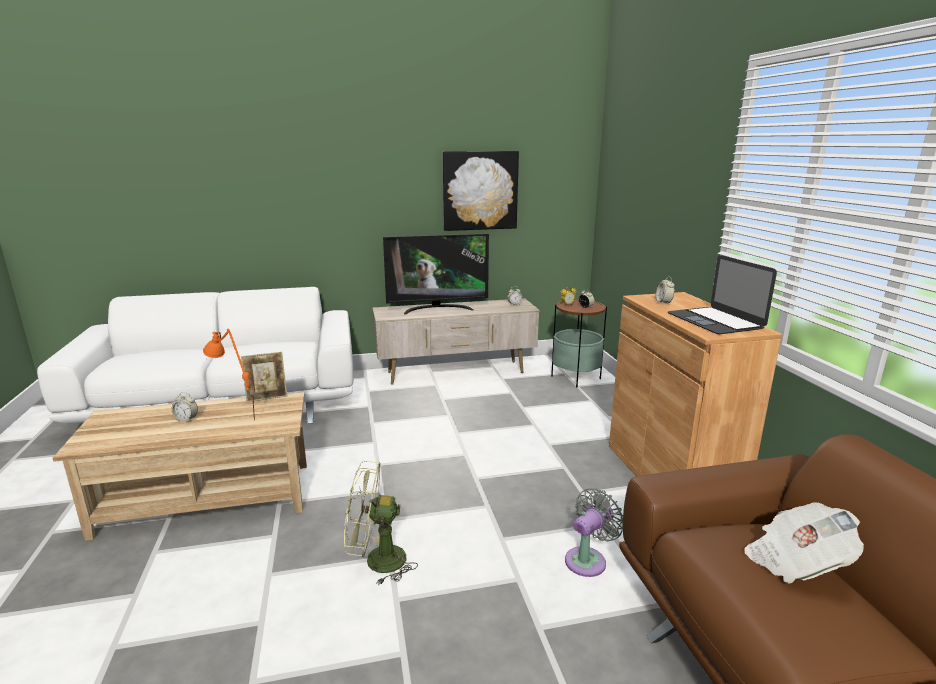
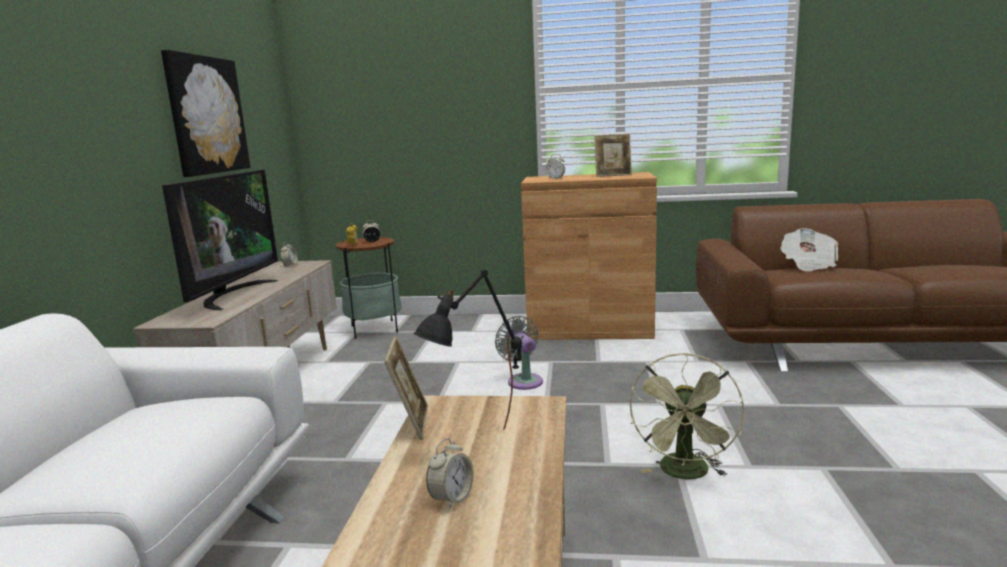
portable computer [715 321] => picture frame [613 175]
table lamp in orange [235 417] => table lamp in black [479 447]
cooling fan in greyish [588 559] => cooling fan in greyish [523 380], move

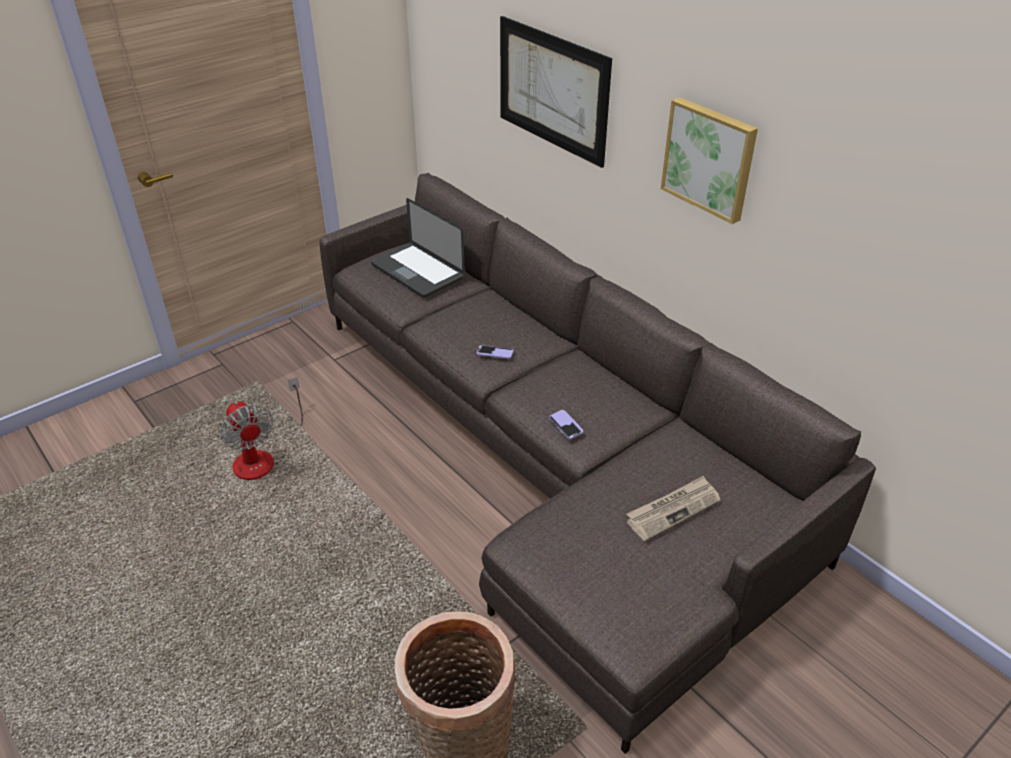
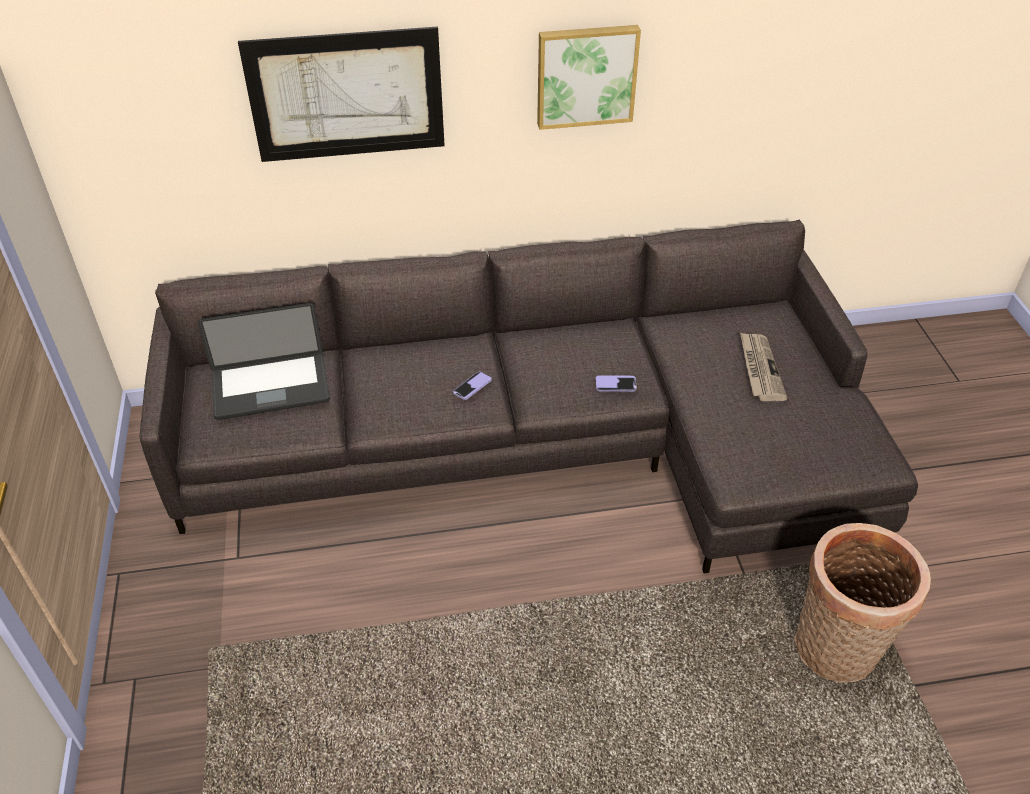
cooling fan [262 456] => nothing

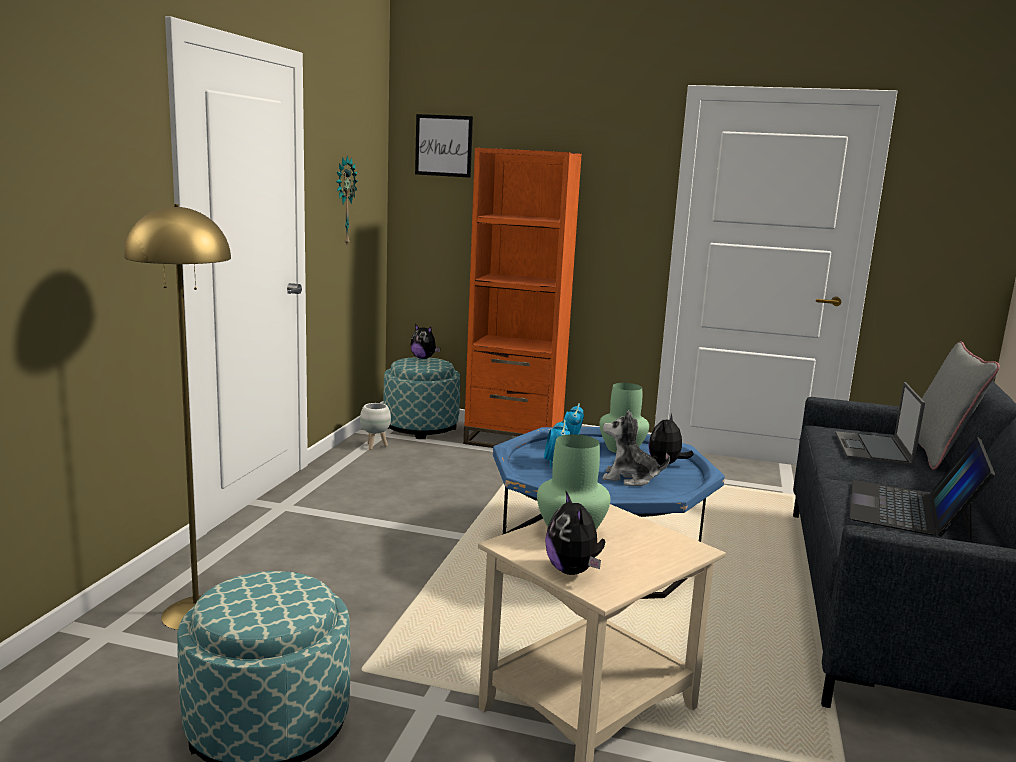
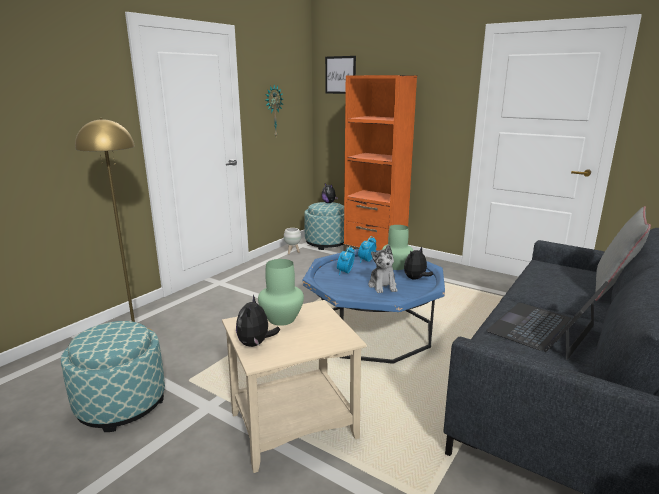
portable computer [873 449] => nothing
plush toy [629 478] => plush toy [383 286], 135 degrees counterclockwise

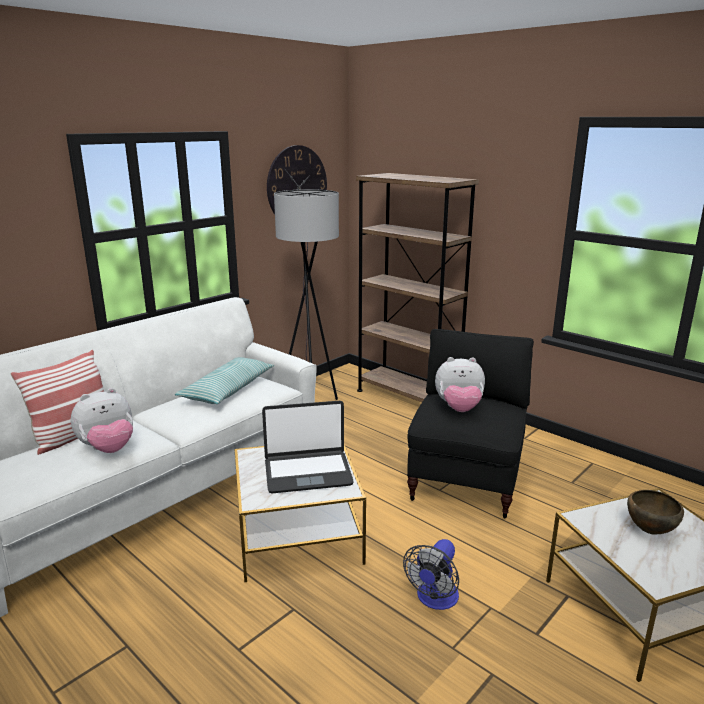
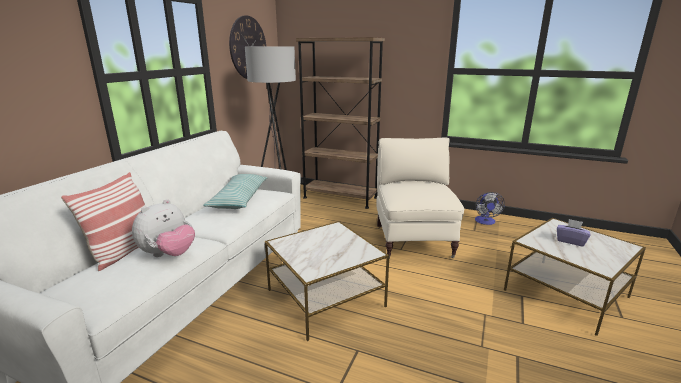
easy chair in black [467 479] => easy chair in beige-coloured [413 239]
plush toy [459 408] => nothing
portable computer [307 472] => nothing
bowl in brown [649 531] => box of tissues in purple-coloured [570 241]
cooling fan [435 599] => cooling fan [485 222], move

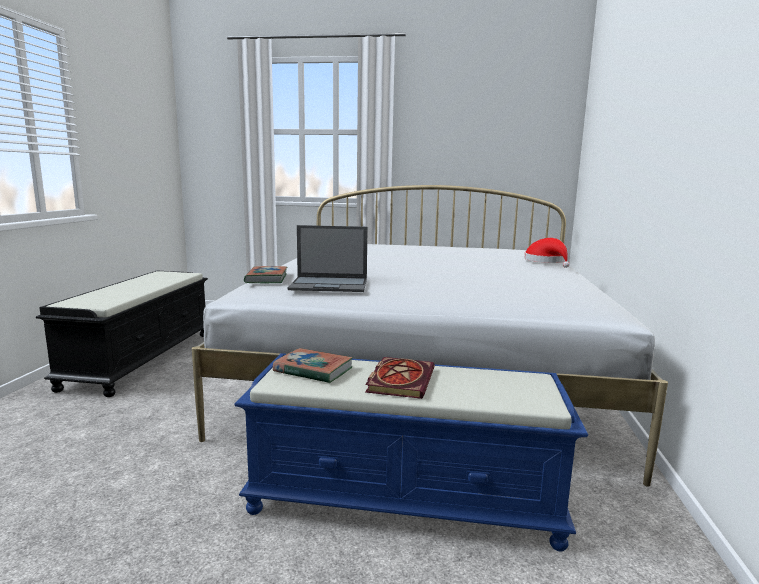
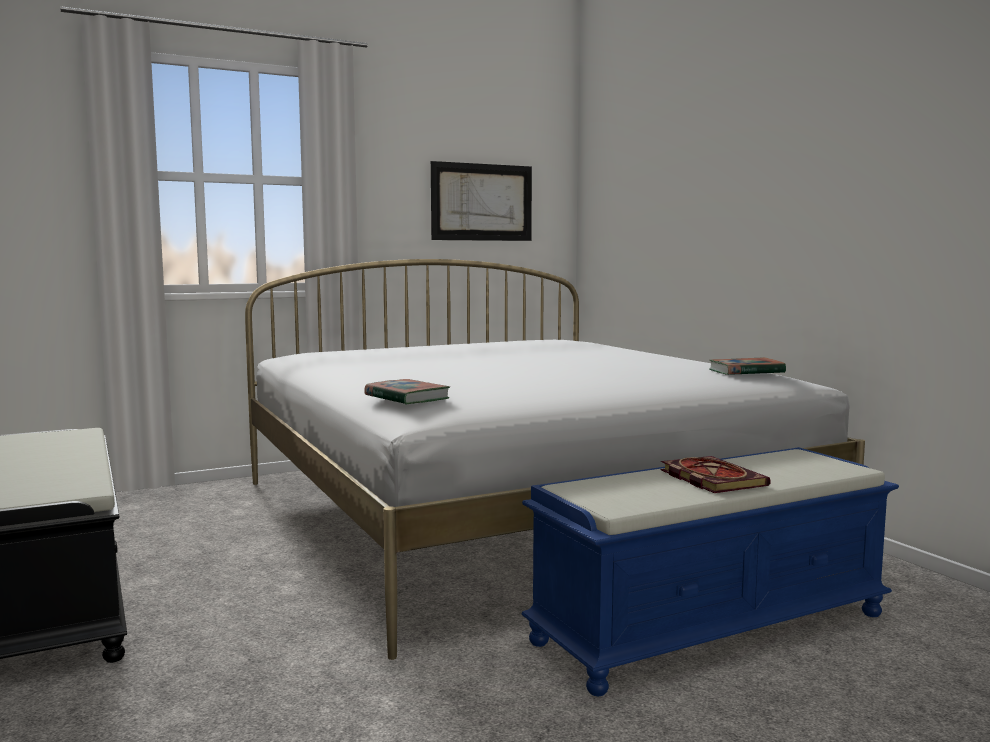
portable computer [330 285] => nothing
hat in red [546 261] => nothing
book [313 370] => book [746 371], move
nothing => picture [482 202]

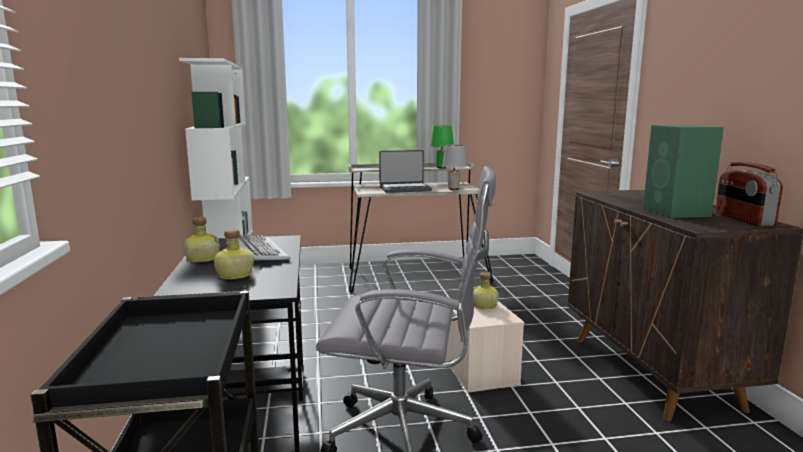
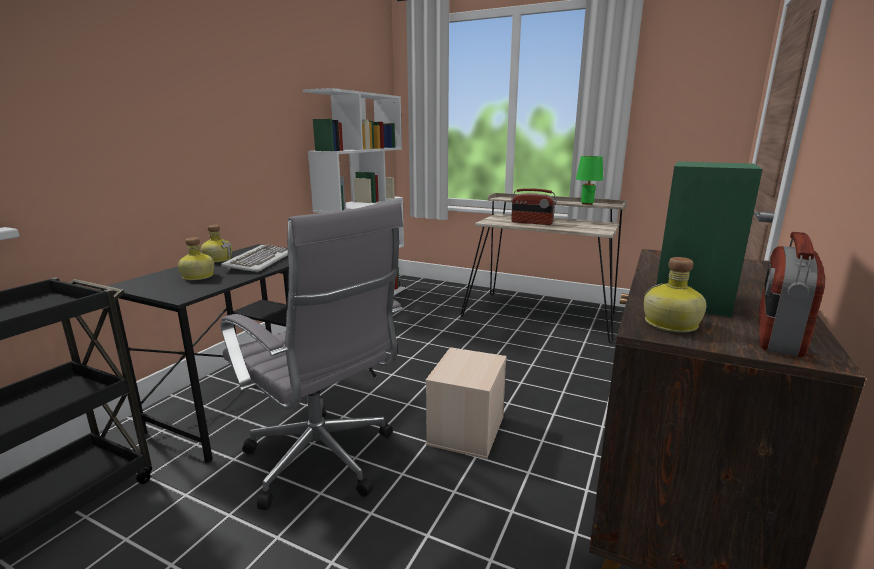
table lamp in greyish [453 189] => nothing
portable computer [405 189] => radio [532 223]
drink bottle [484 305] => drink bottle [671 324], move

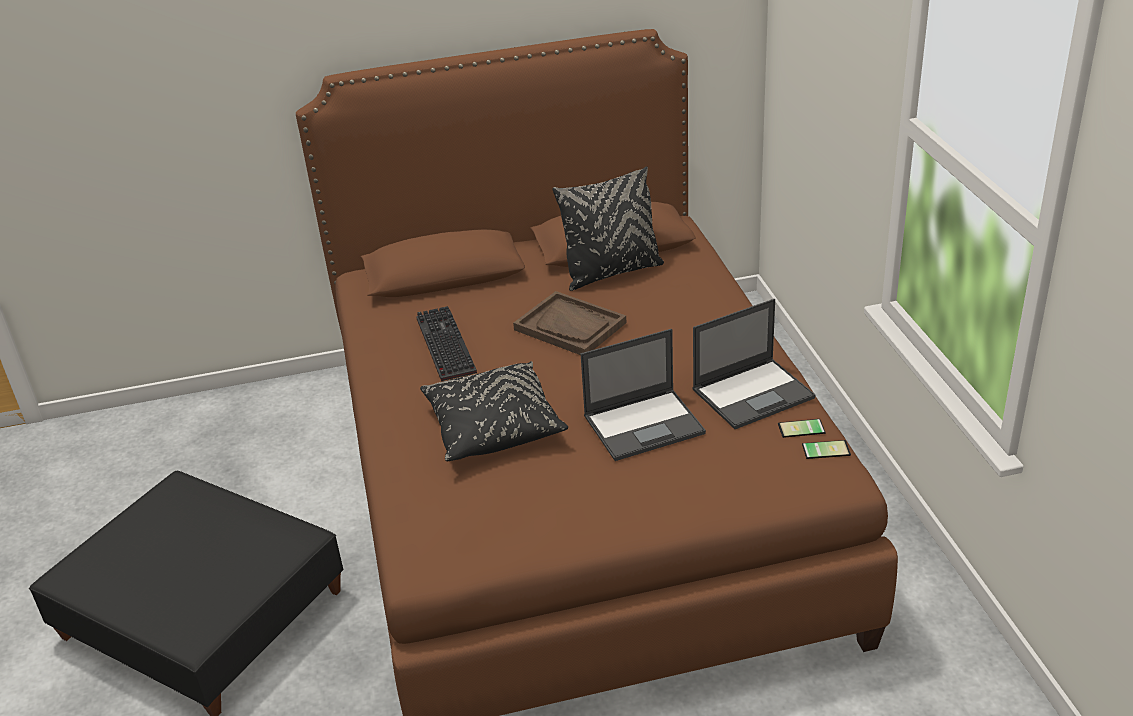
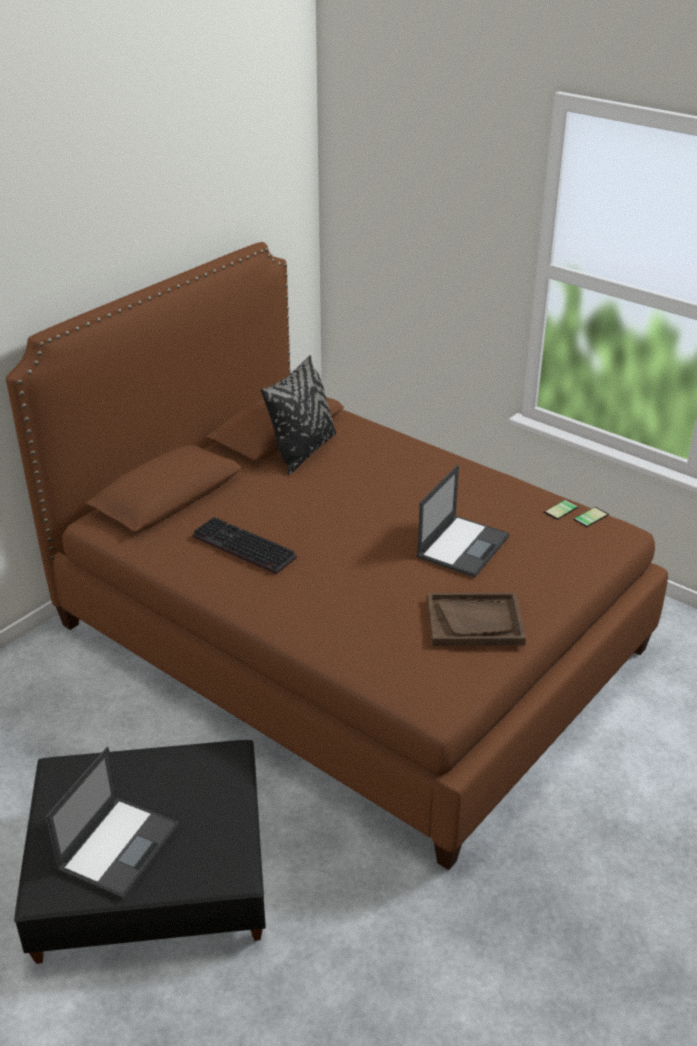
tray in brown [570 326] => tray in brown [475 621], move
portable computer [754 393] => portable computer [119 846], move
throw pillow in black [493 427] => nothing

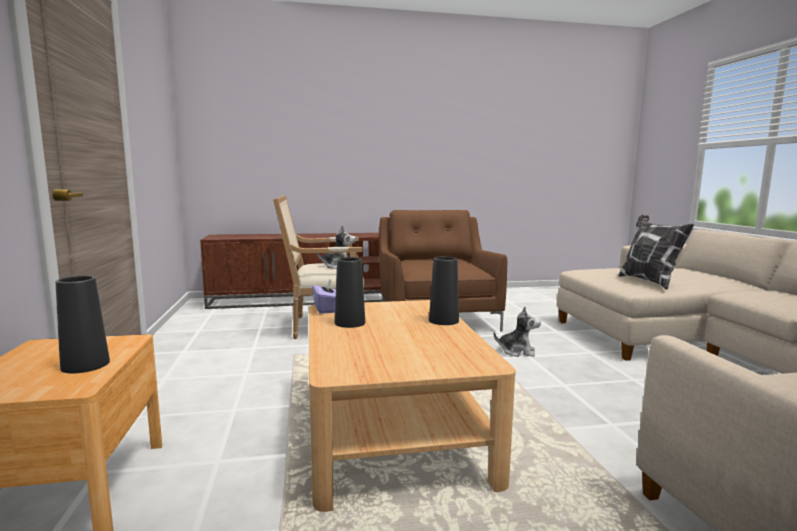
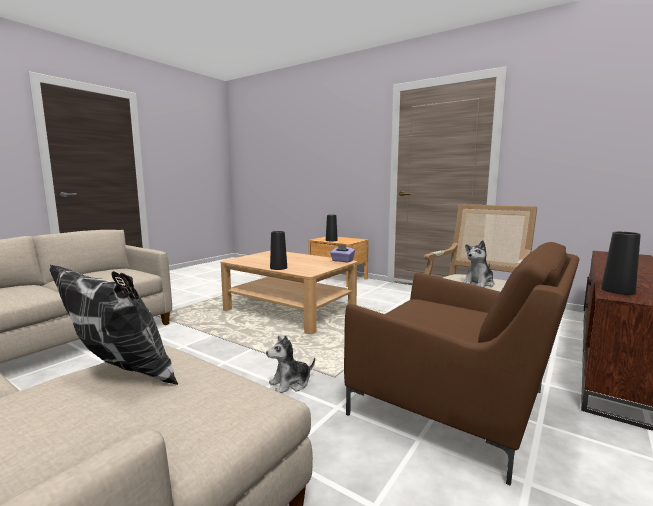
flower vase in black [350 323] => flower vase in black [617 290], move

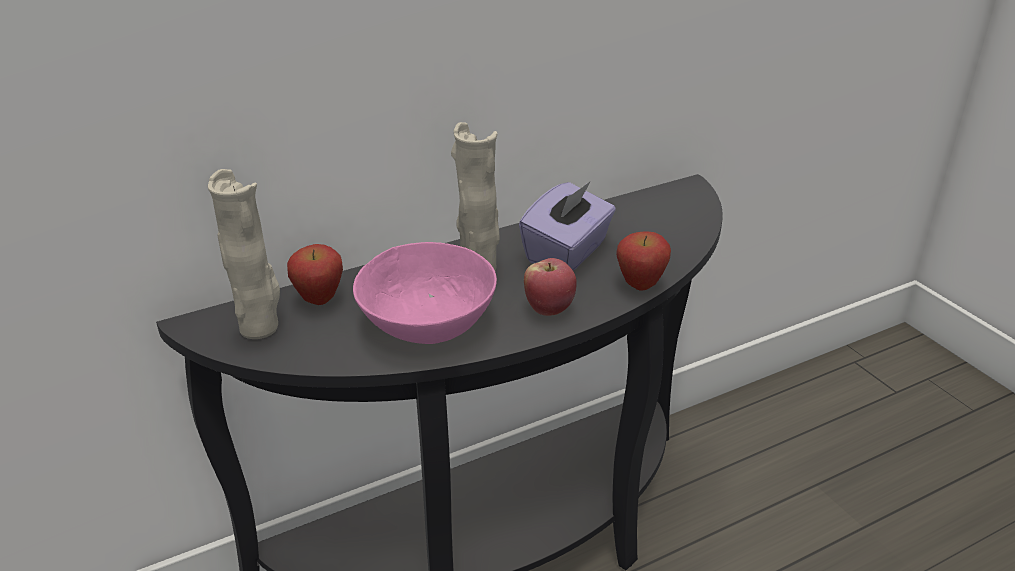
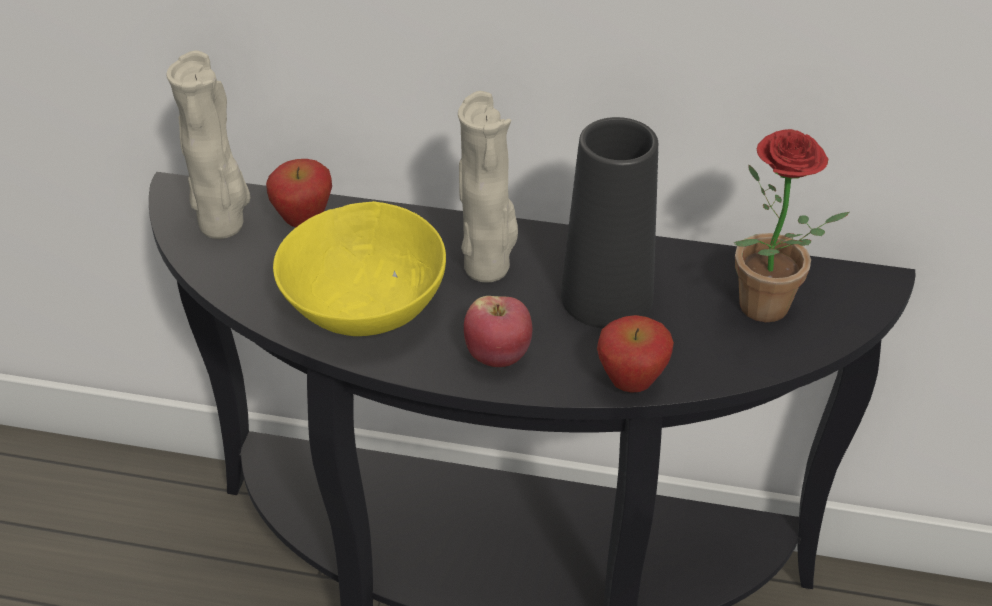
box of tissues in purple-coloured [567 252] => flower vase in black [606 297]
bowl in pinkish [428 324] => bowl in yellow [364 306]
nothing => potted plant [766 313]

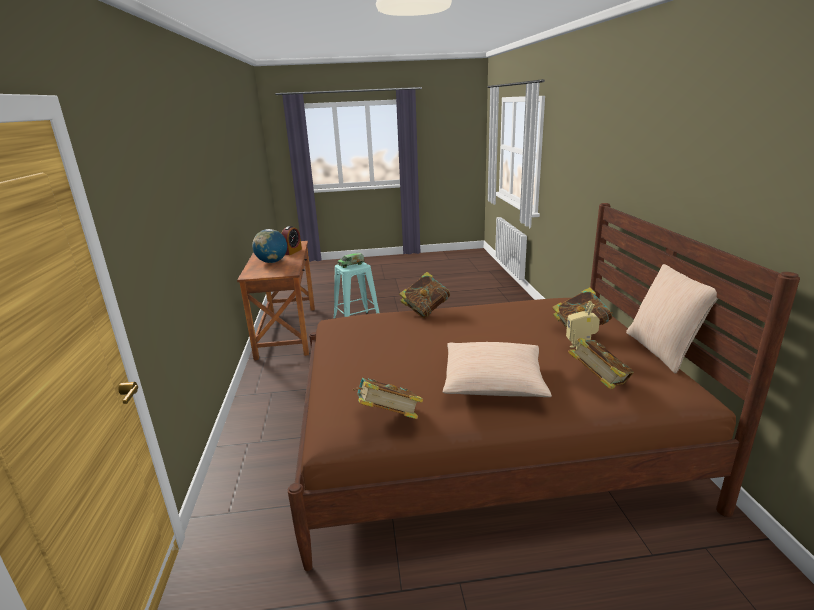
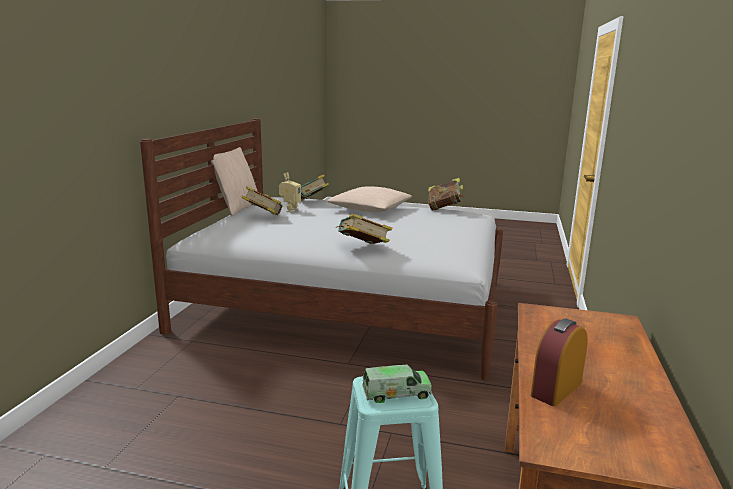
sleeping bed in brown [483 440] => sleeping bed in white-coloured [348 306]
world globe [272 262] => nothing

